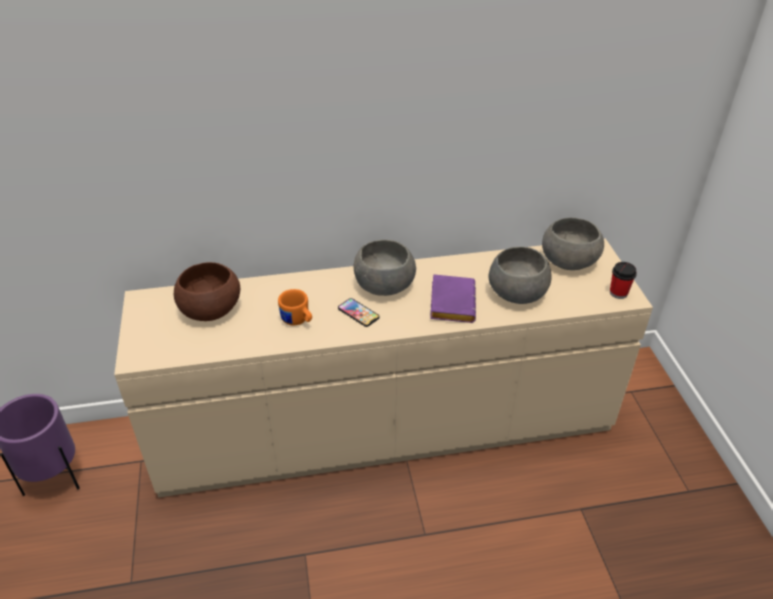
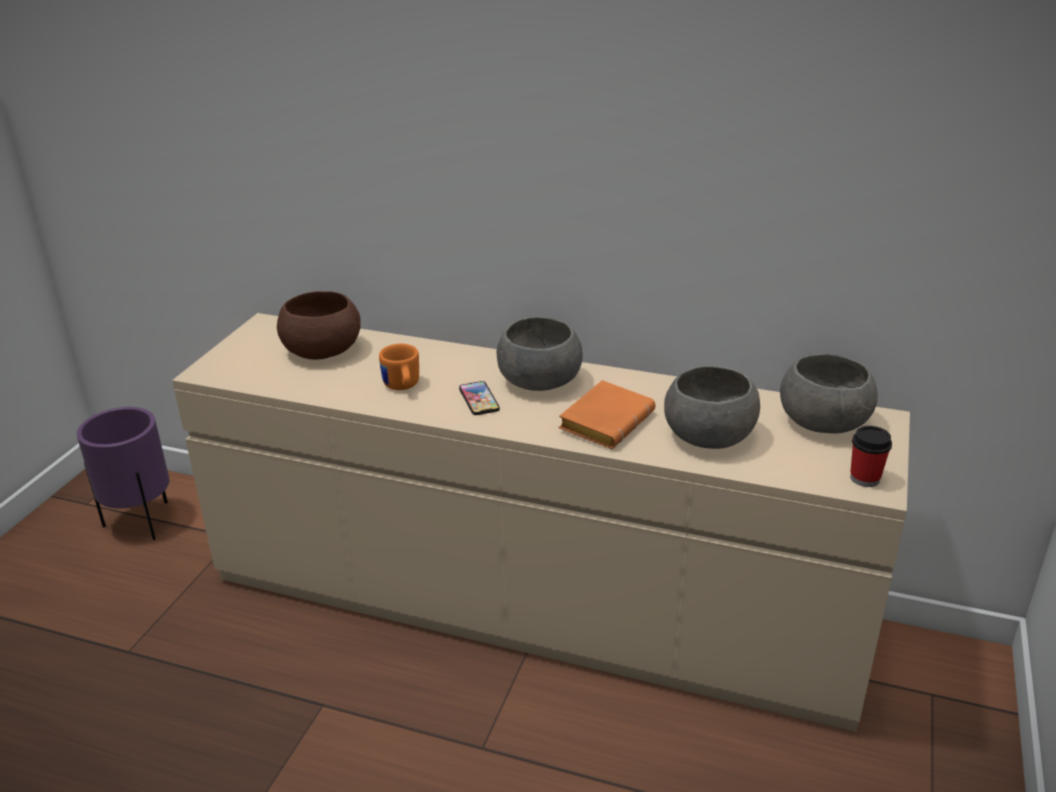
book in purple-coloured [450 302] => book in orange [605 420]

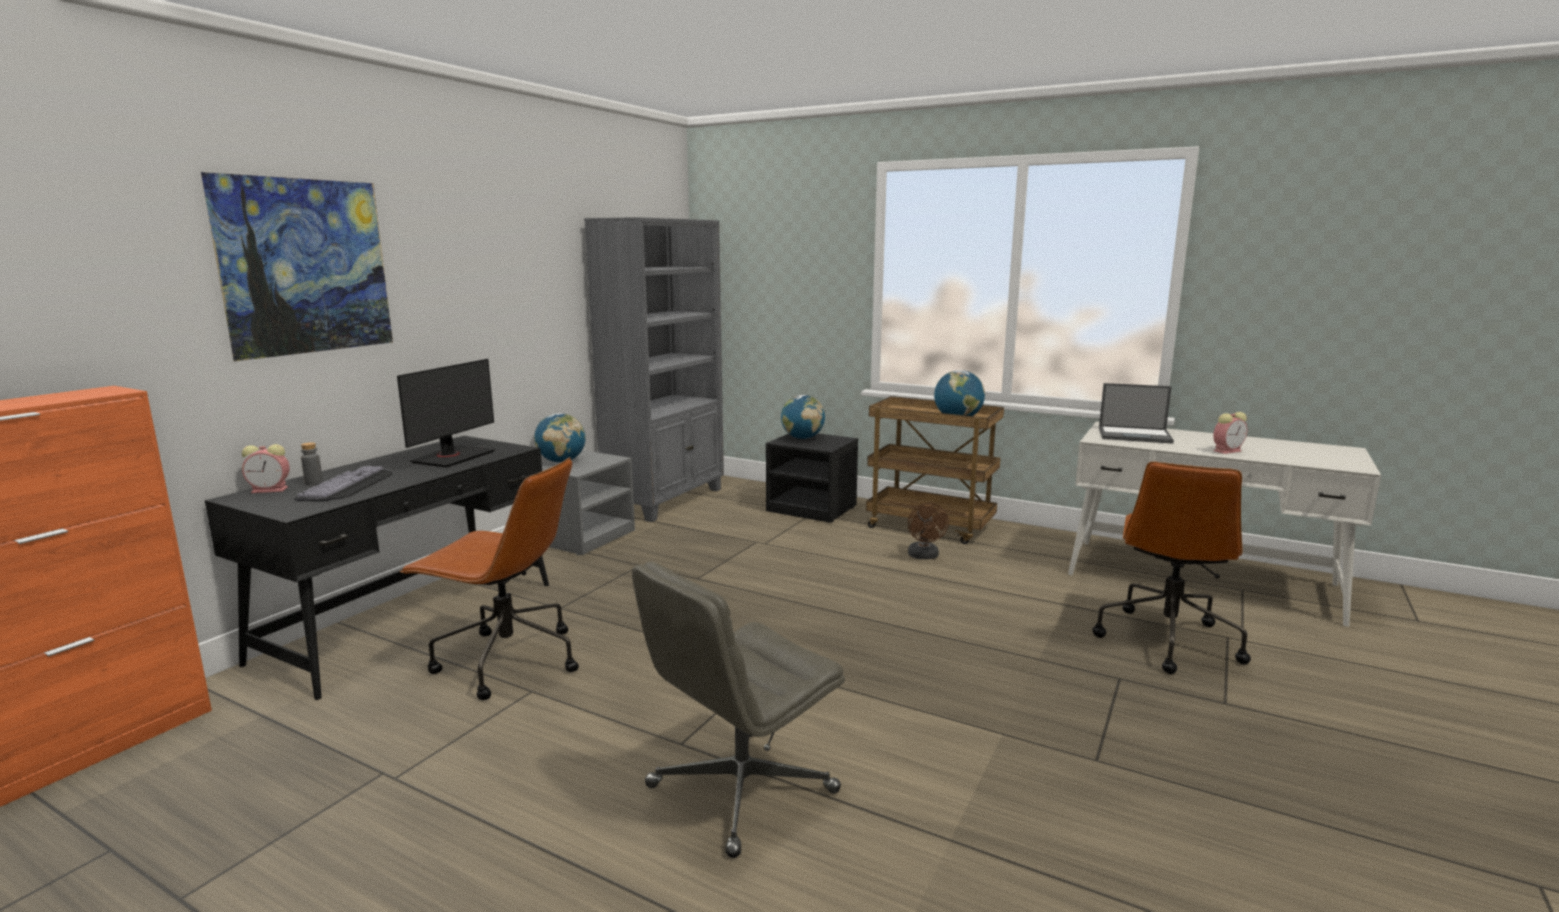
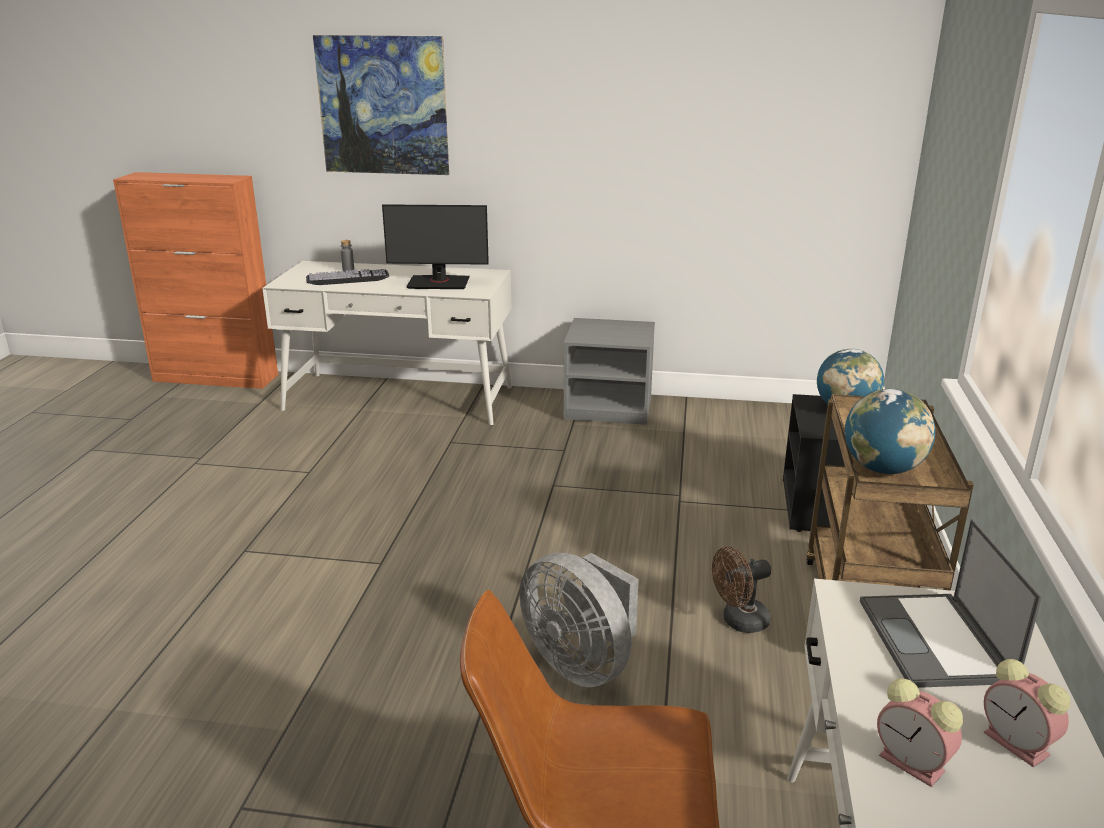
shelving unit in greyish [666 500] => nothing
world globe [561 461] => nothing
desk table in black [411 621] => desk table in white-coloured [399 398]
bedside clock [271 490] => bedside clock [1019 745], move
desk chair in brown [506 661] => nothing
desk chair in greyish [740 790] => nothing
nothing => cooling fan in greyish [581 663]

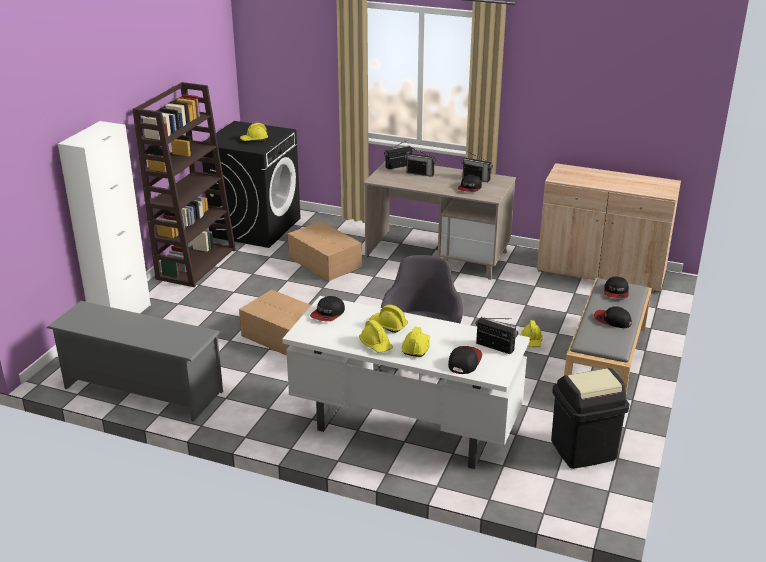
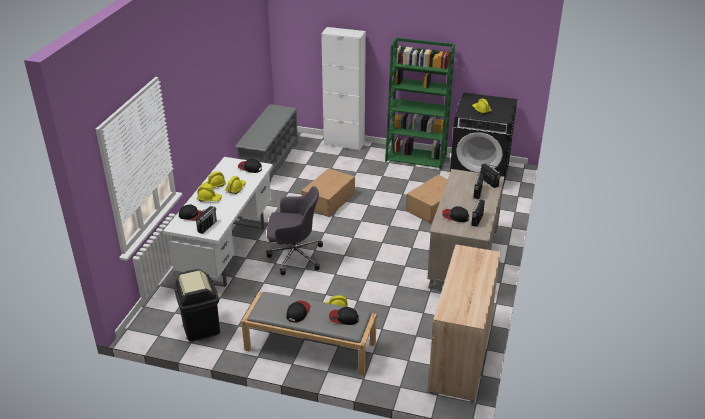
shelving unit in brown [196 264] => shelving unit in green-coloured [416 157]

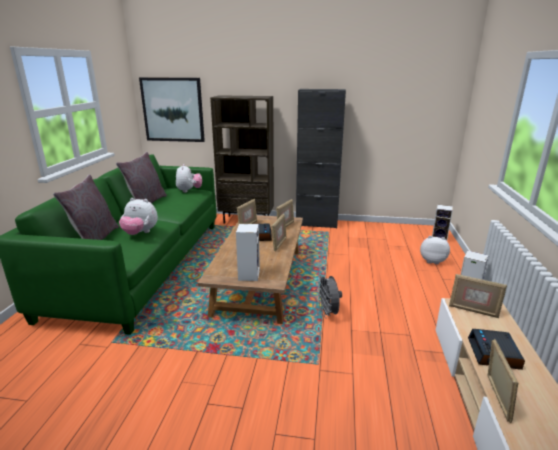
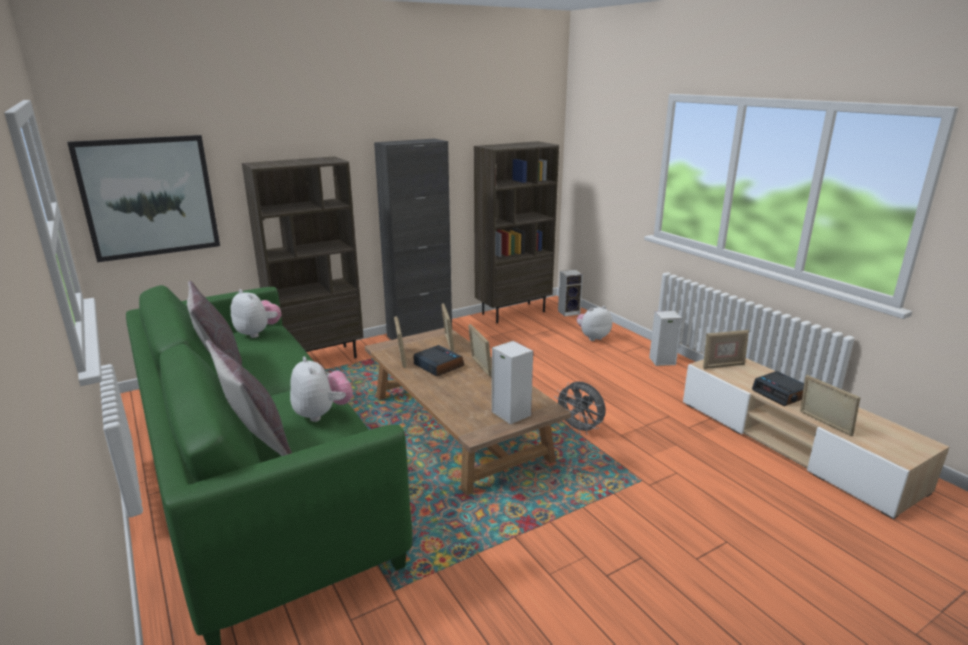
plush toy [140 233] => plush toy [322 414], 90 degrees counterclockwise
nothing => shelving unit in brown [513 312]

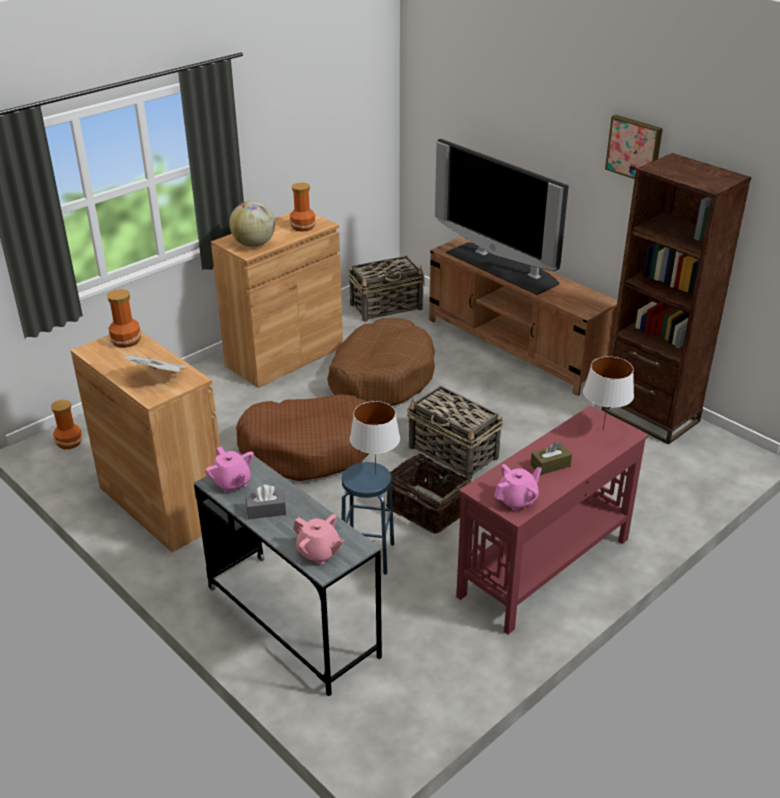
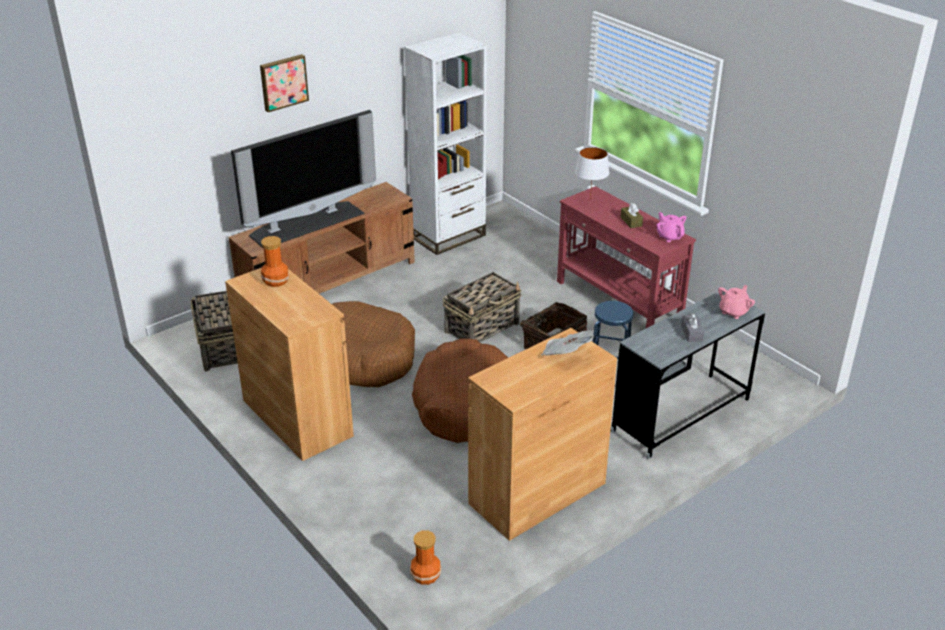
picture [634 148] => picture [283 82], move
shelving unit in brown [650 416] => shelving unit in white-coloured [448 236]
world globe [254 244] => nothing
flower vase [127 340] => nothing
table lamp in white-coloured [374 474] => nothing
pot for tea in pinkish [232 483] => nothing

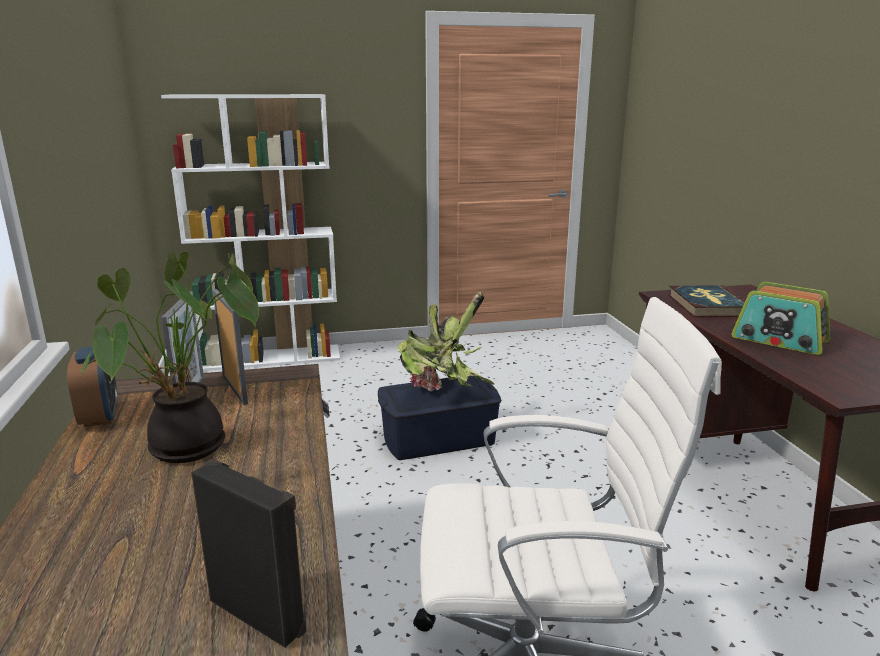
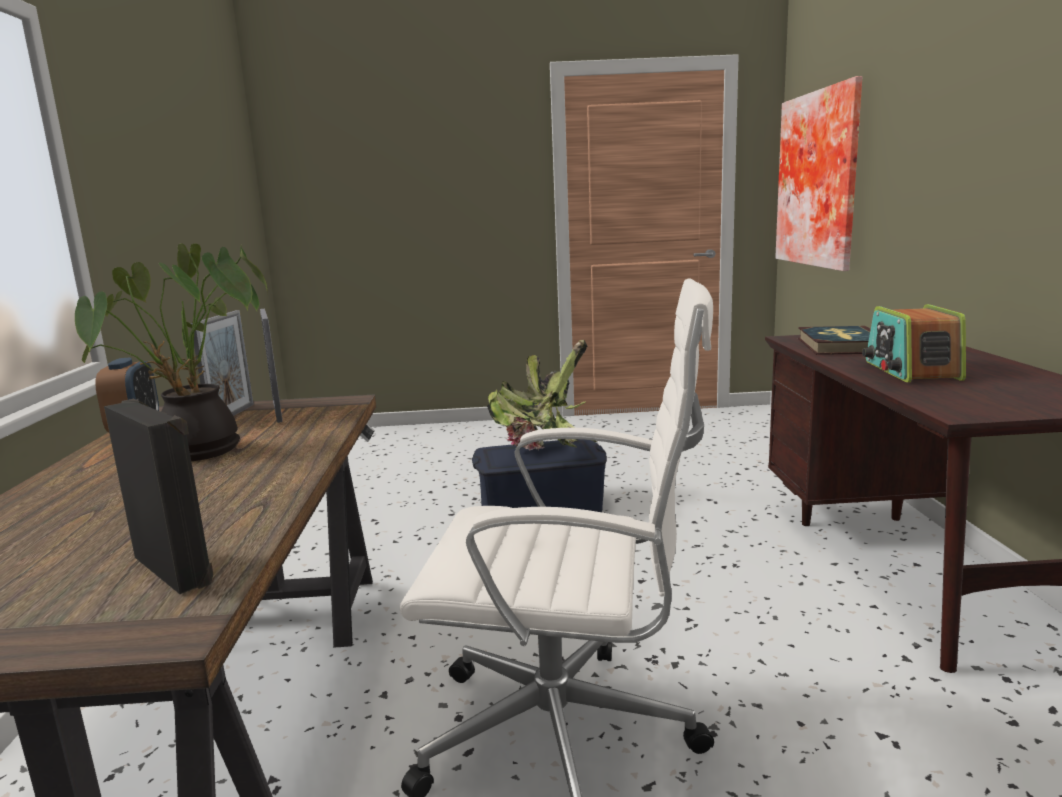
shelving unit in white-coloured [272 358] => nothing
radio [779 340] => radio [910 371], 45 degrees clockwise
nothing => picture [821 179]

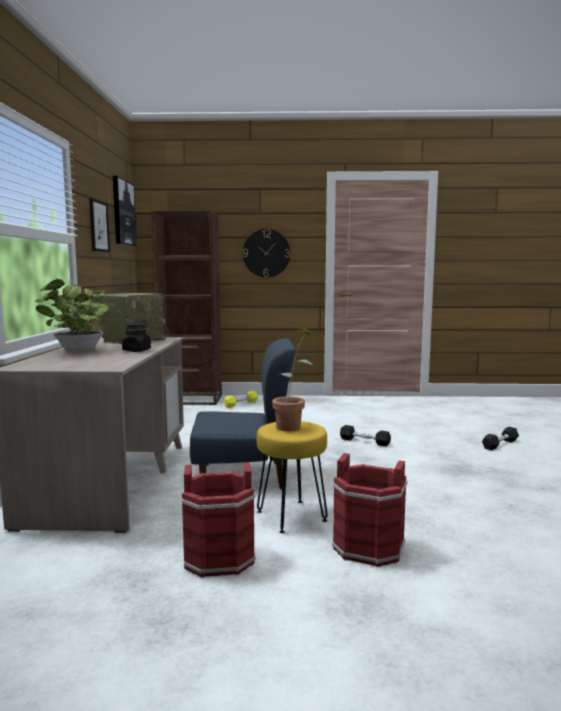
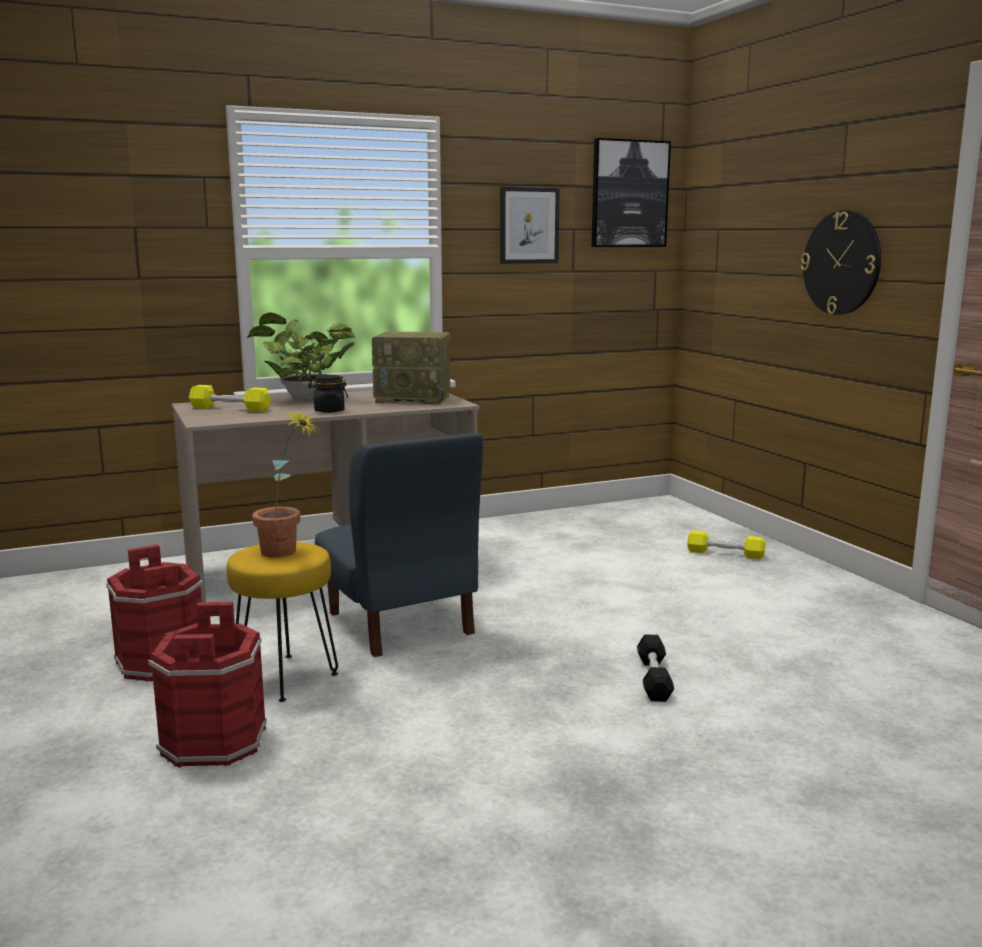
shelving unit in brown [191 399] => nothing
free weight in black [500 444] => nothing
nothing => free weight in yellow [230 408]

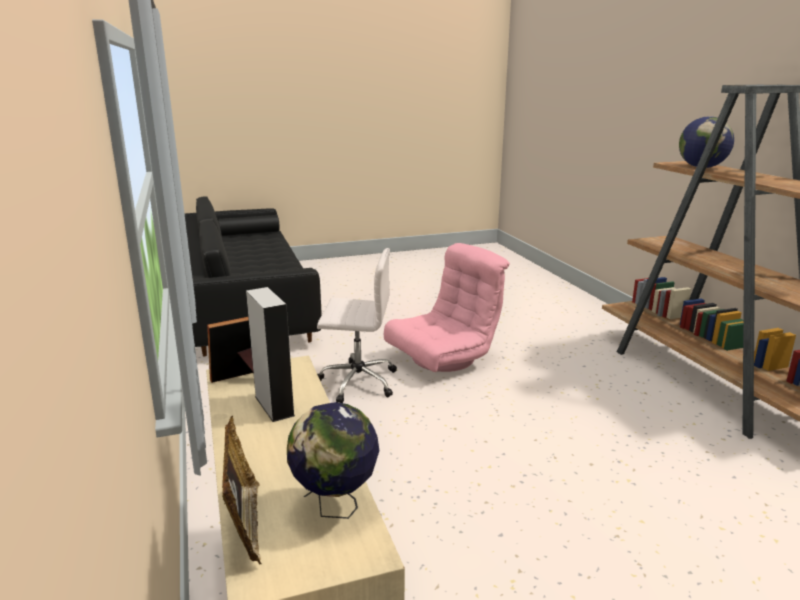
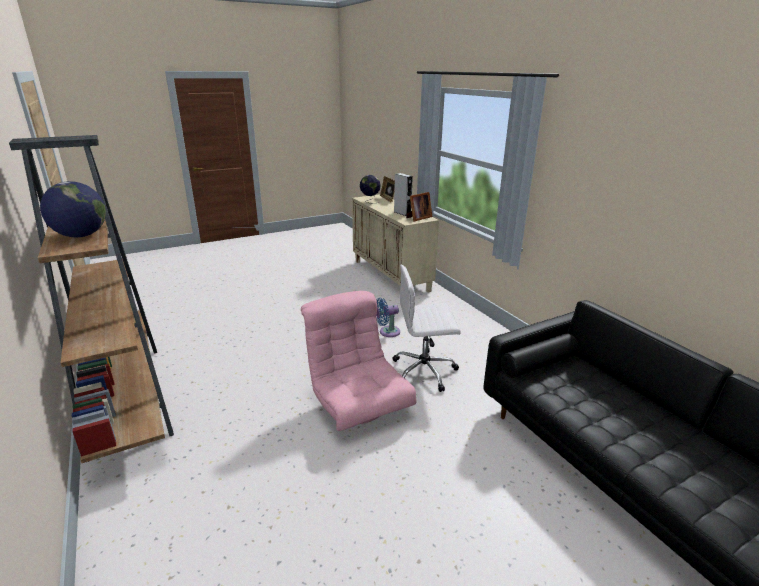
easy chair in pinkish [444 359] => easy chair in pinkish [358 404], 105 degrees clockwise
nothing => cooling fan in blue [387 332]

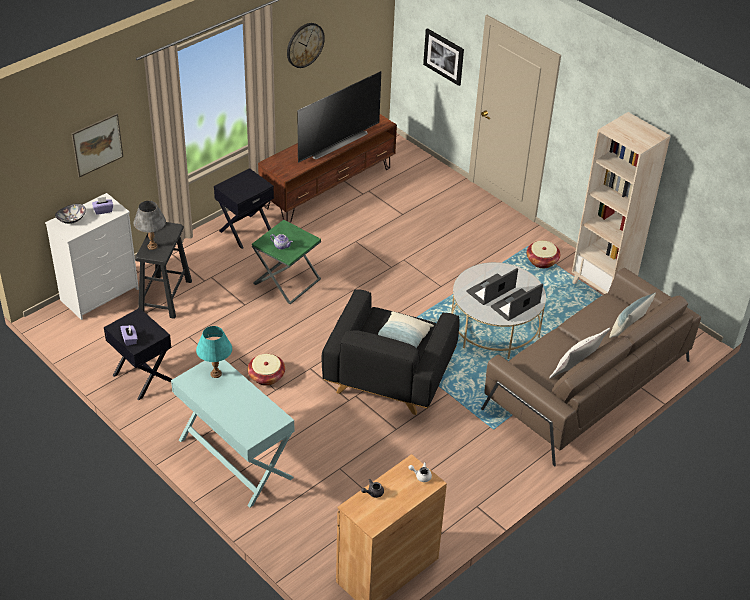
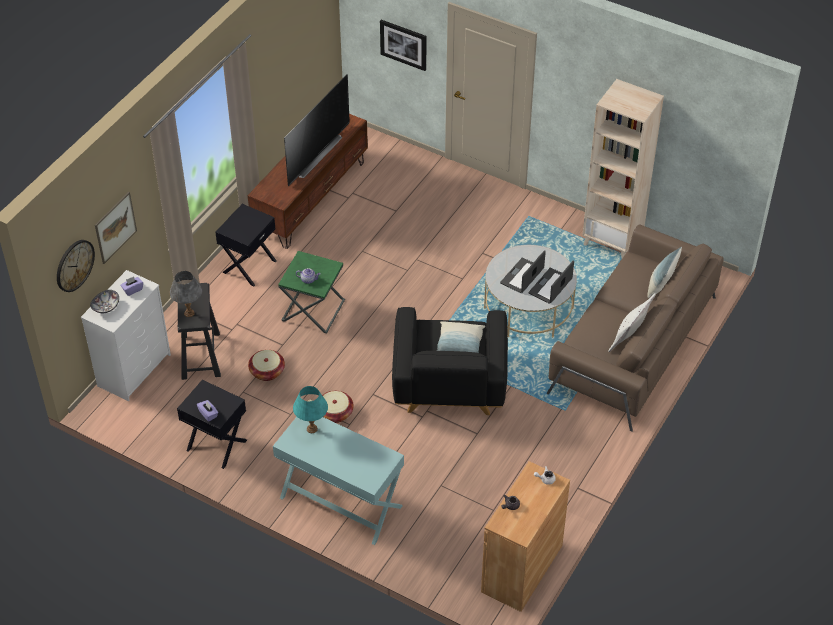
wall clock [305 45] => wall clock [74 265], move
basket [542 261] => basket [267 371], move

